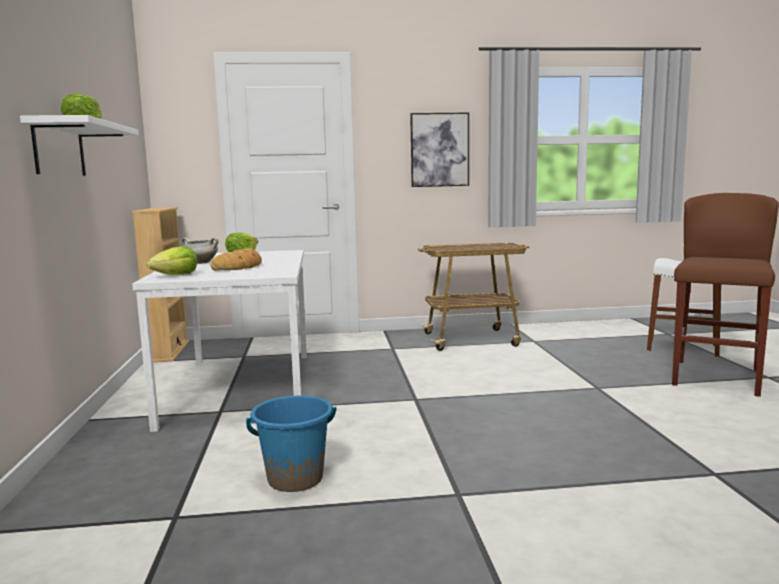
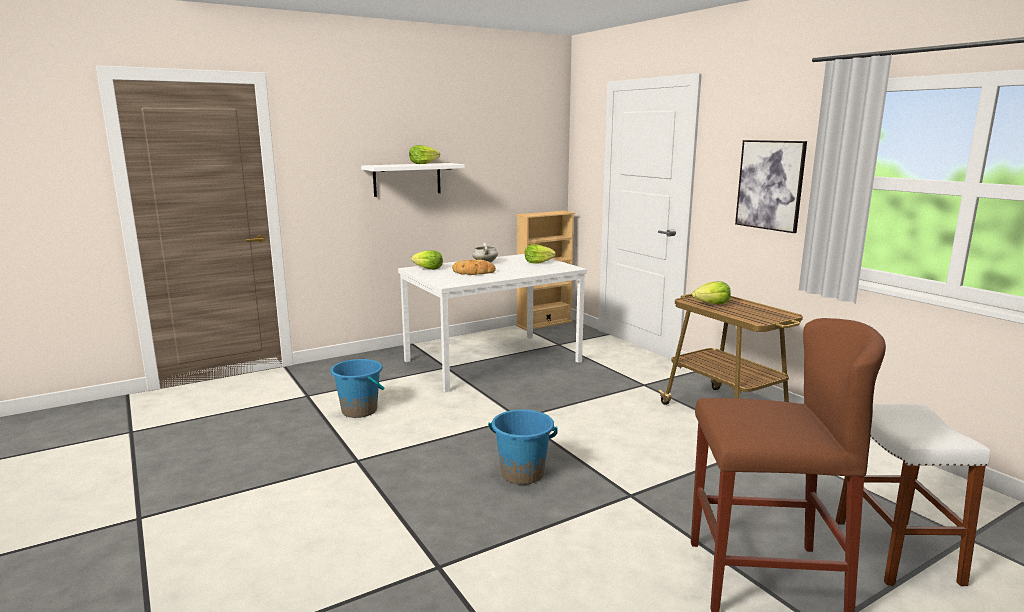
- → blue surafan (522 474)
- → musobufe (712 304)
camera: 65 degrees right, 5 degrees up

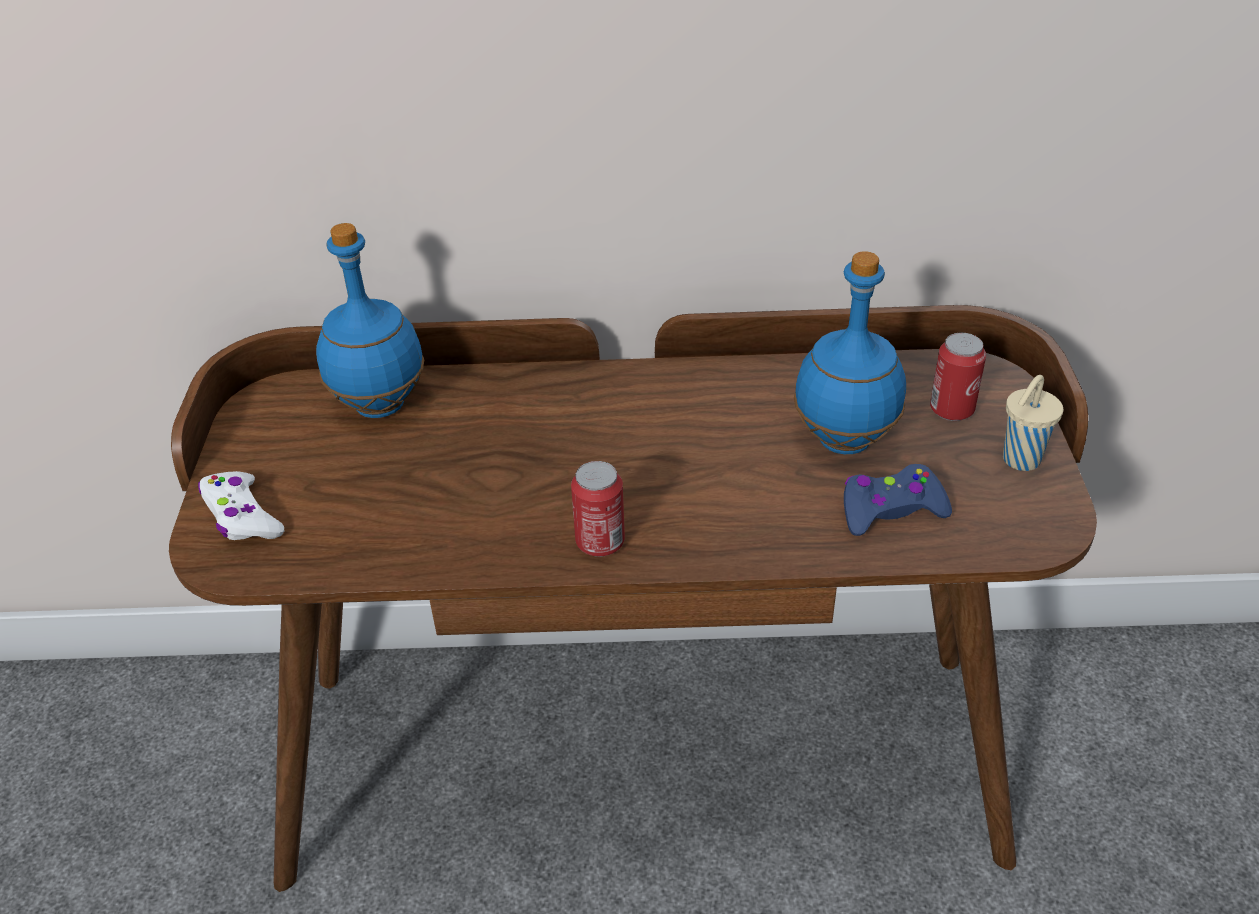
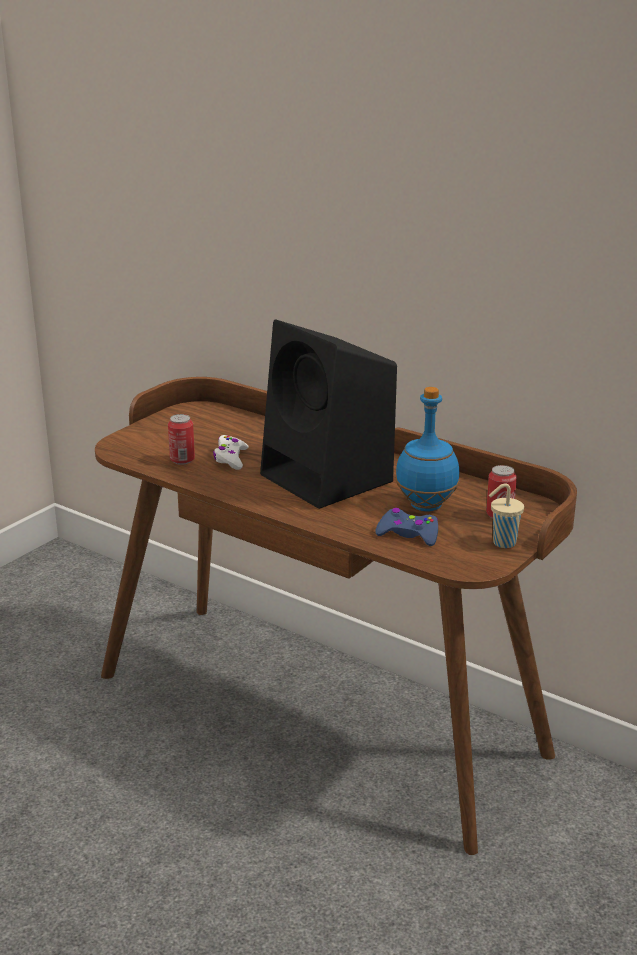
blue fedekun (378 406) → -
- → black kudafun (329 479)
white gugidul (242 517) → white gugidul (230 458), moved
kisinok (600 542) → kisinok (182 460), moved
camera: 35 degrees right, 15 degrees down

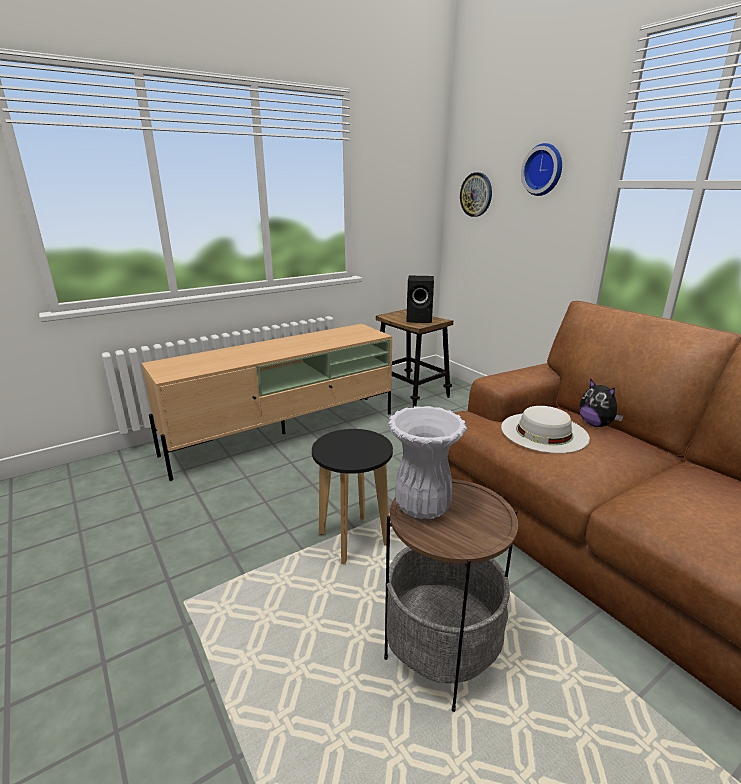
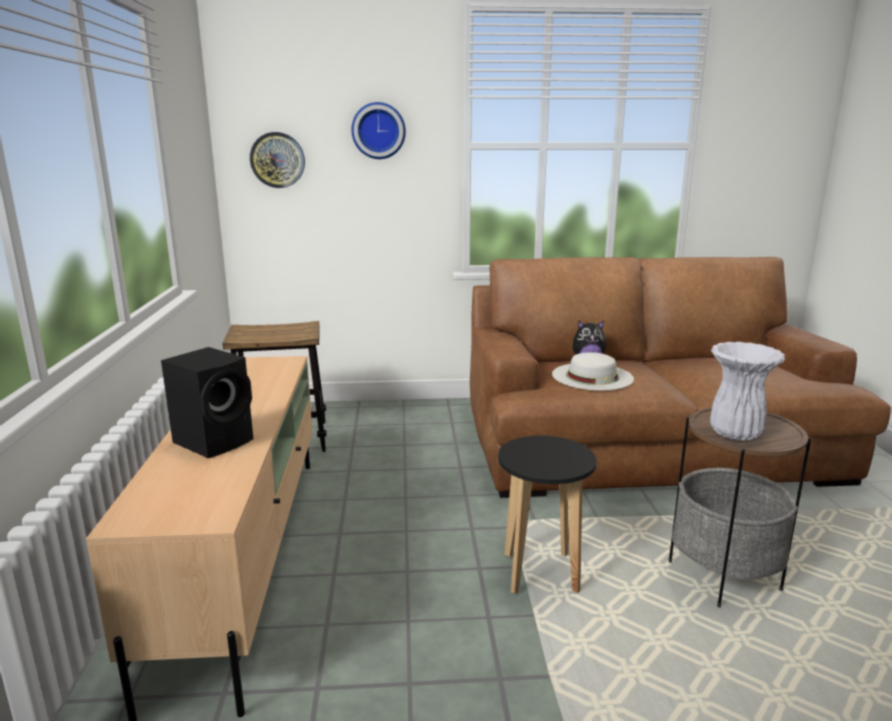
black kudafun (420 319) → black kudafun (216 441), moved
camera: 60 degrees left, 5 degrees down

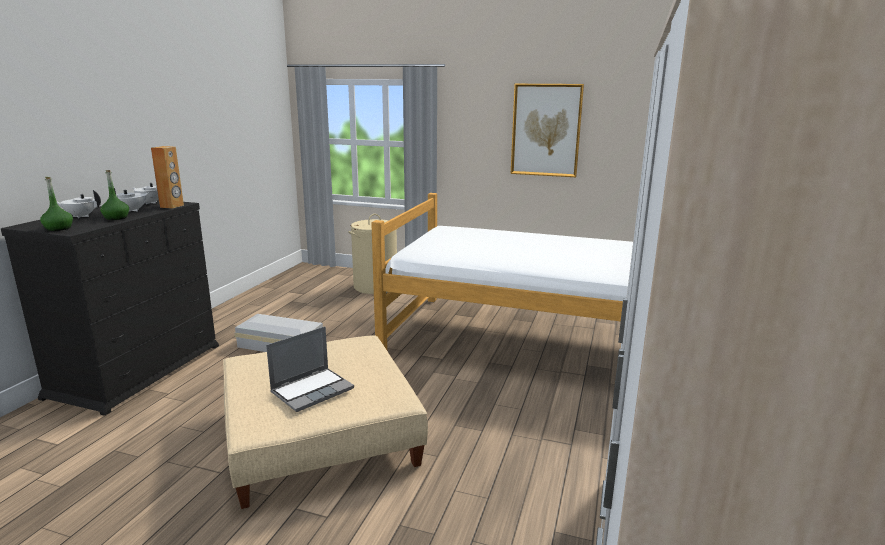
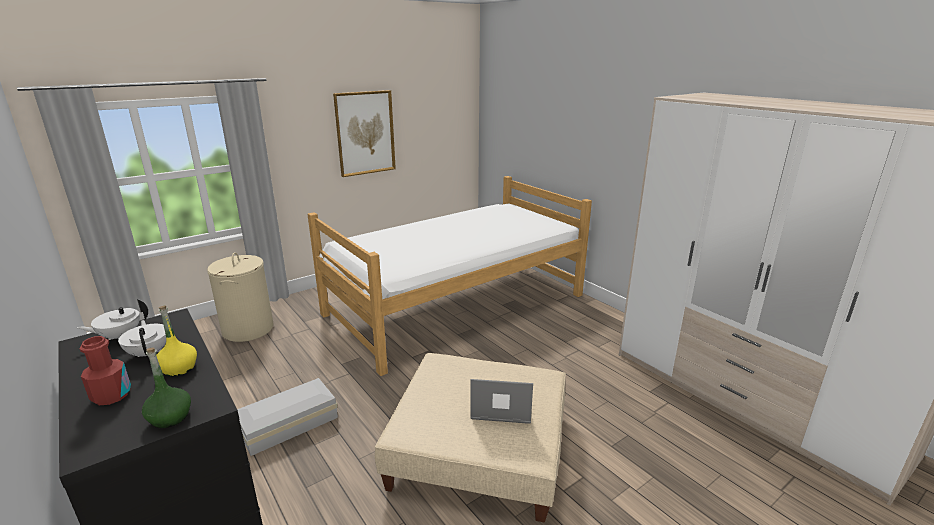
brown kudafun (172 206) → -
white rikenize (81 216) → red fedekun (111 395)
green fedekun (116 218) → yellow fedekun (179 368)
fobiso (312 390) → fobiso (500 408), 75 degrees counterclockwise
camera: 55 degrees left, 5 degrees up

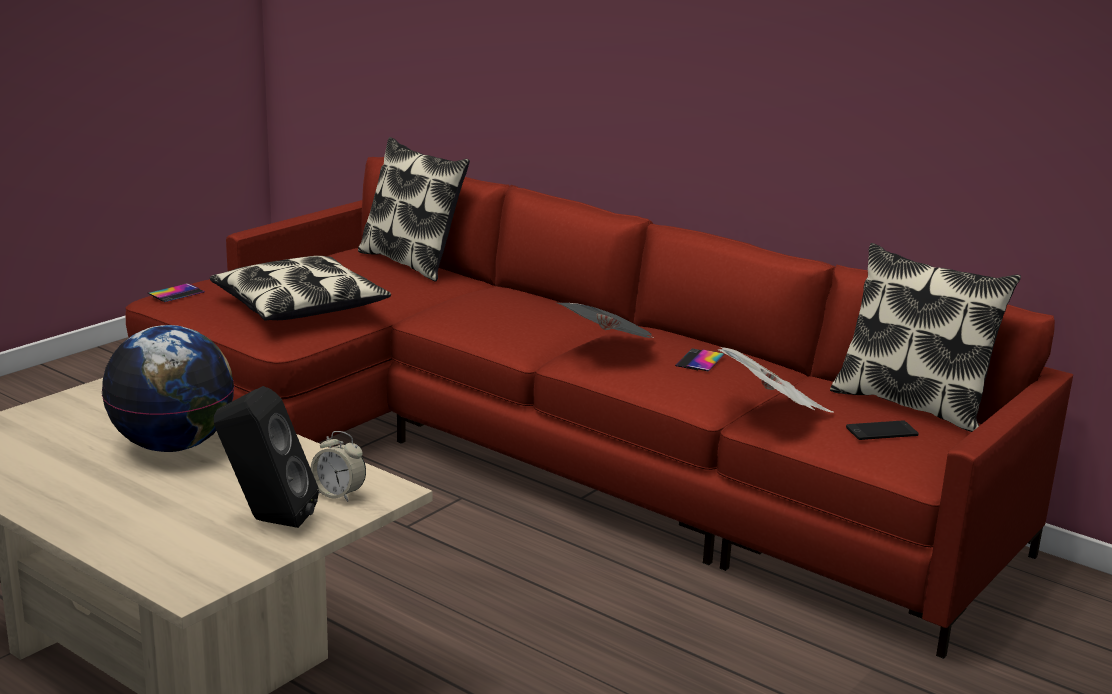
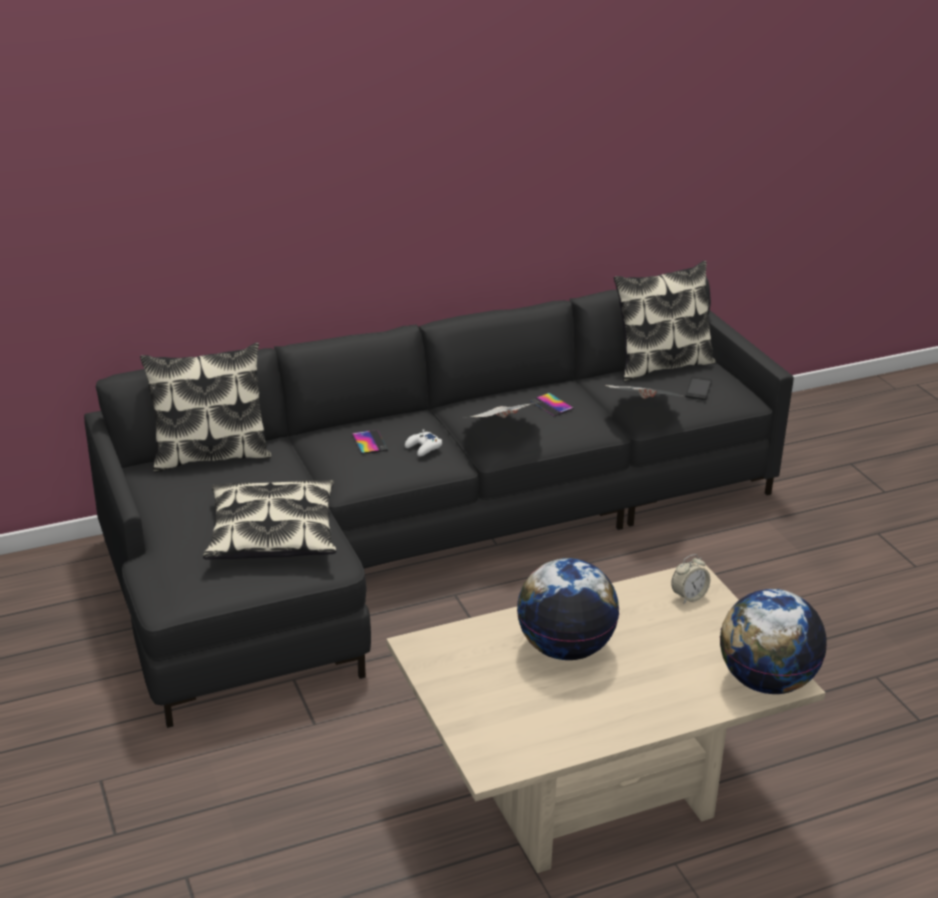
black kudafun (267 520) → -
- → white gugidul (423 448)
- → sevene (765 681)
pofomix (176 293) → pofomix (369 442), moved
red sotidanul (544 457) → black sotidanul (422 538)
camera: 60 degrees left, 10 degrees up

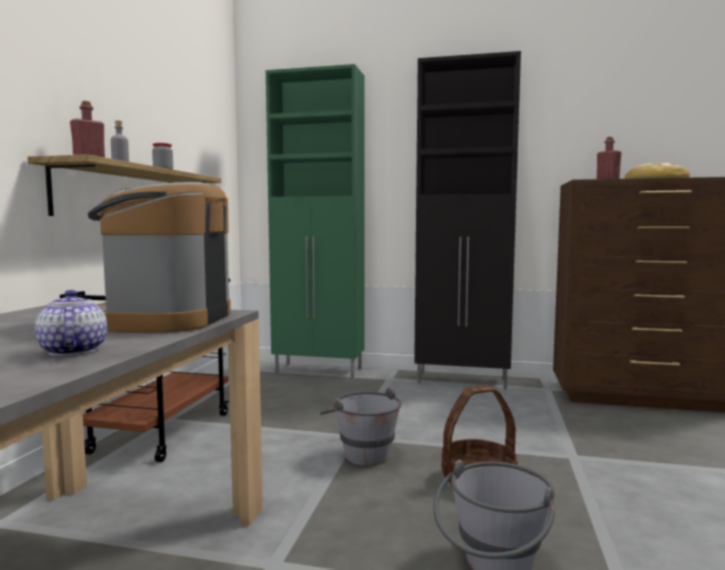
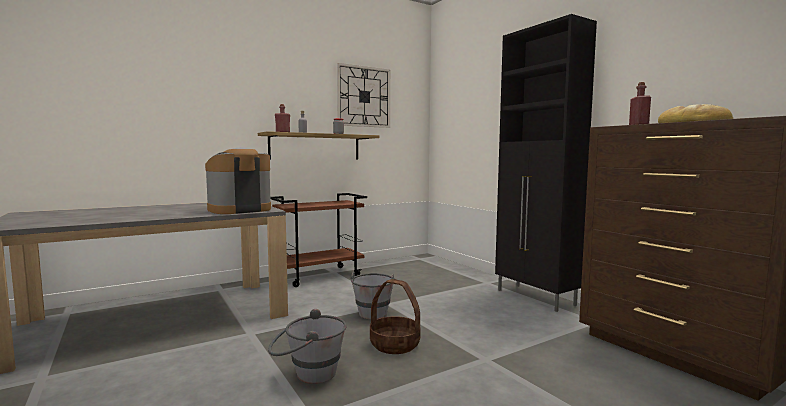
rikenize (72 351) → -
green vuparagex (319 371) → -
- → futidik (364 97)
camera: 45 degrees right, 0 degrees up

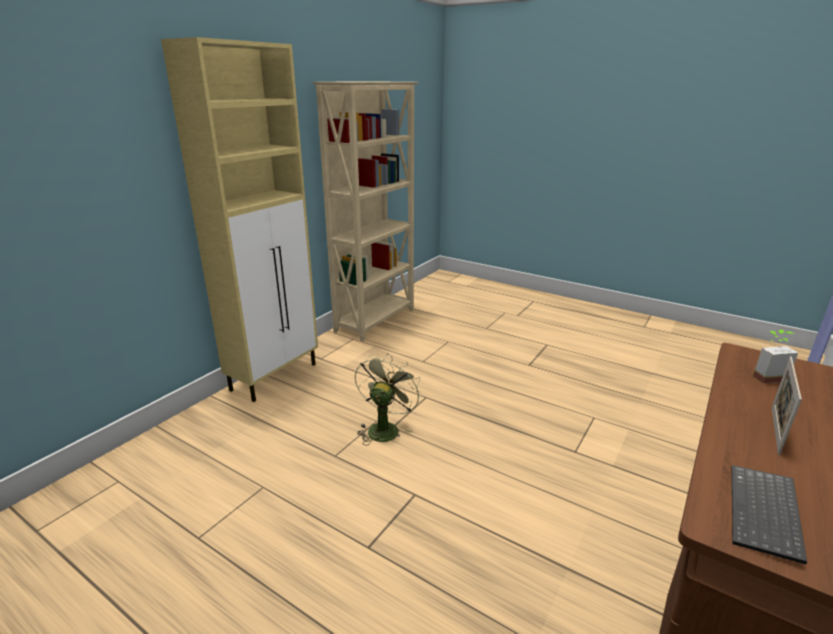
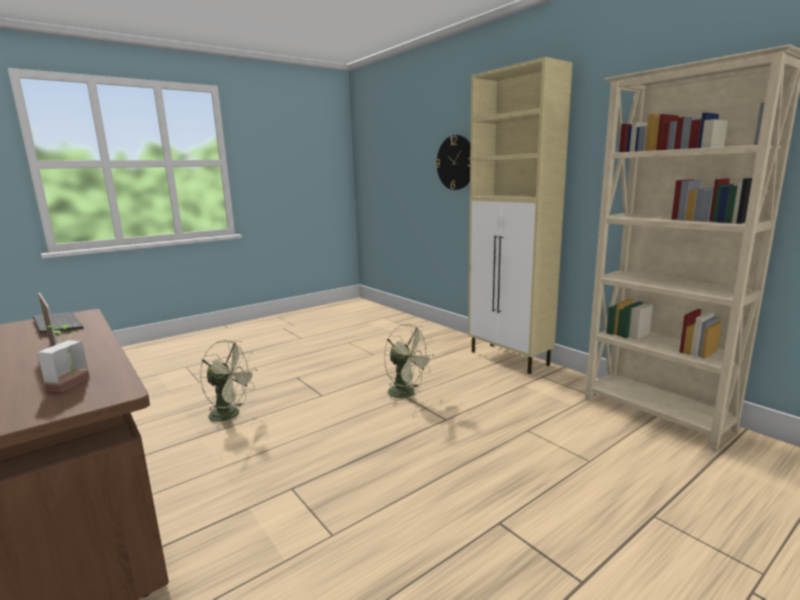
- → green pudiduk (231 415)
- → futidik (456 162)
camera: 110 degrees right, 10 degrees down

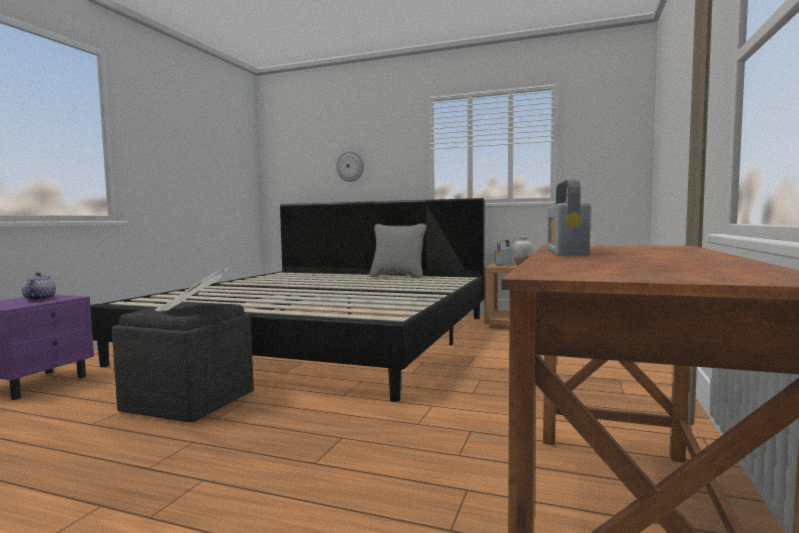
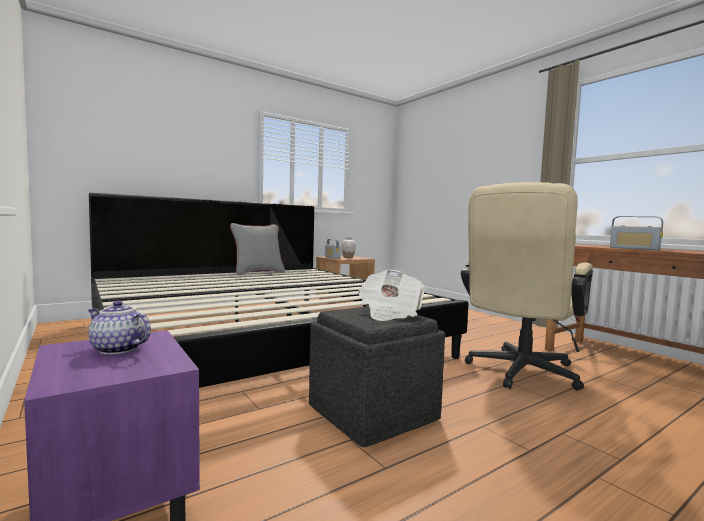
futidik (350 166) → -
- → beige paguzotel (519 374)
camera: 55 degrees left, 0 degrees up

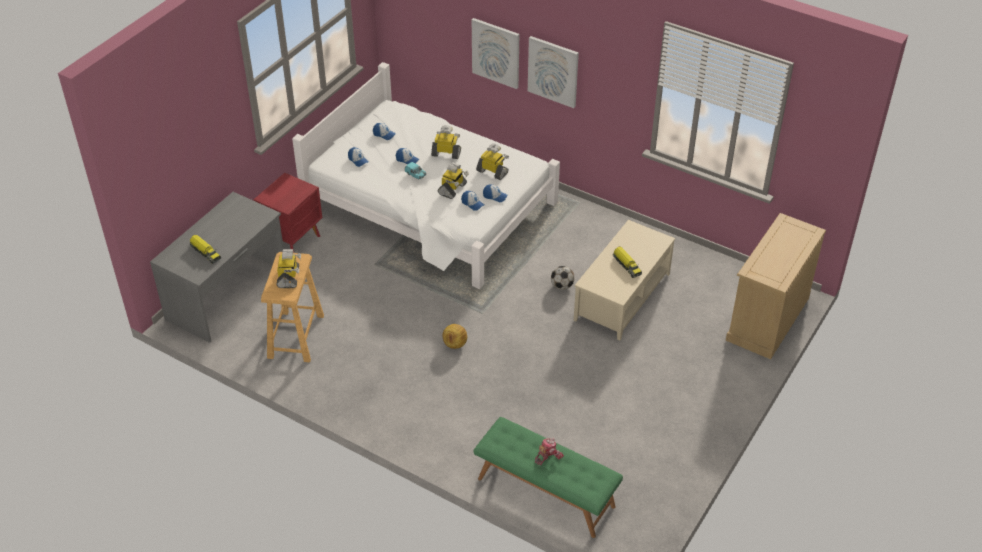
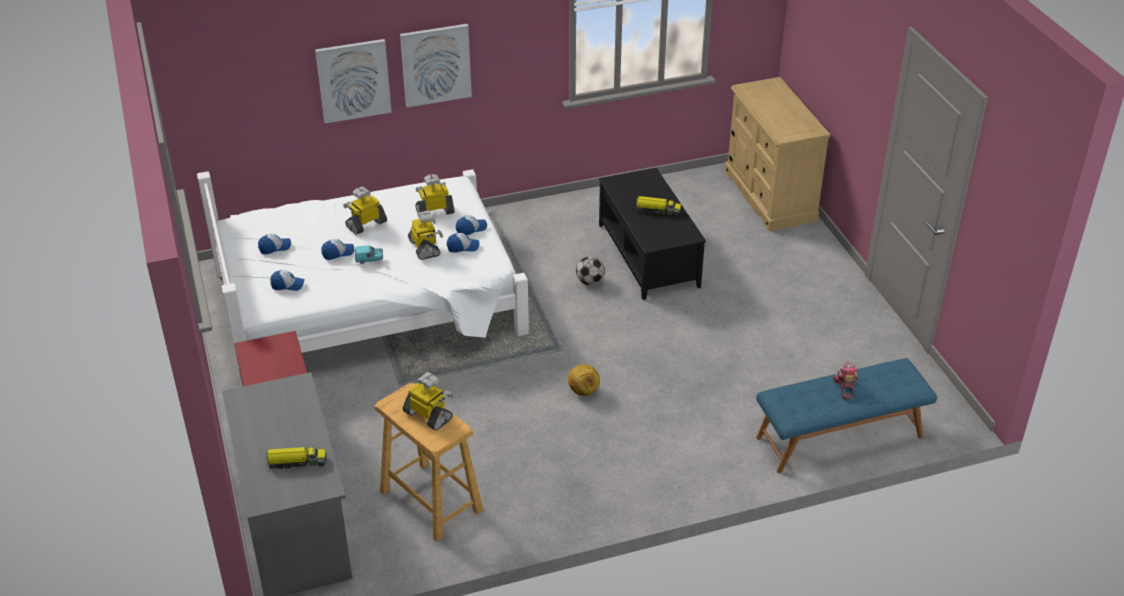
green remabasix (545 493) → blue remabasix (839 438)
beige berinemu (621 296) → black berinemu (647 255)
camera: 50 degrees left, 5 degrees down

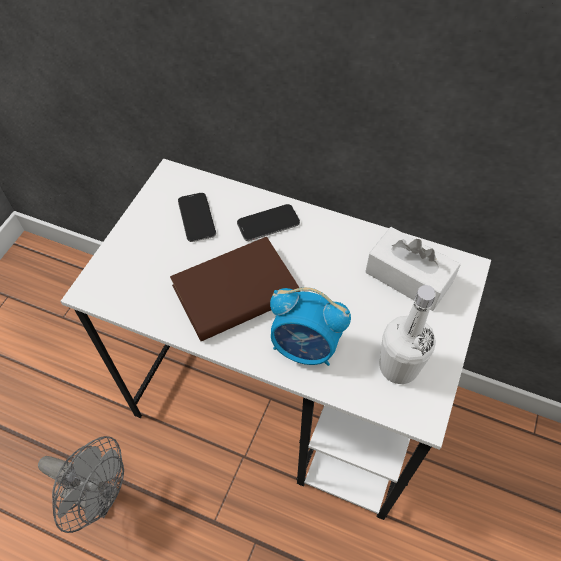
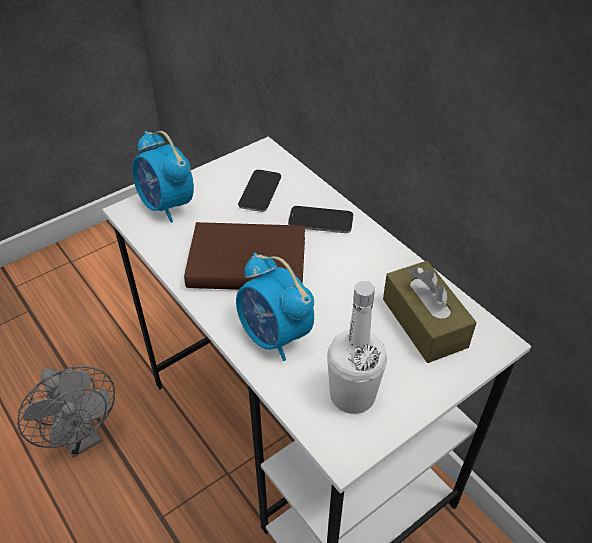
- → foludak (167 206)
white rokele (408 278) → brown rokele (424 322)
camera: 30 degrees right, 10 degrees down

